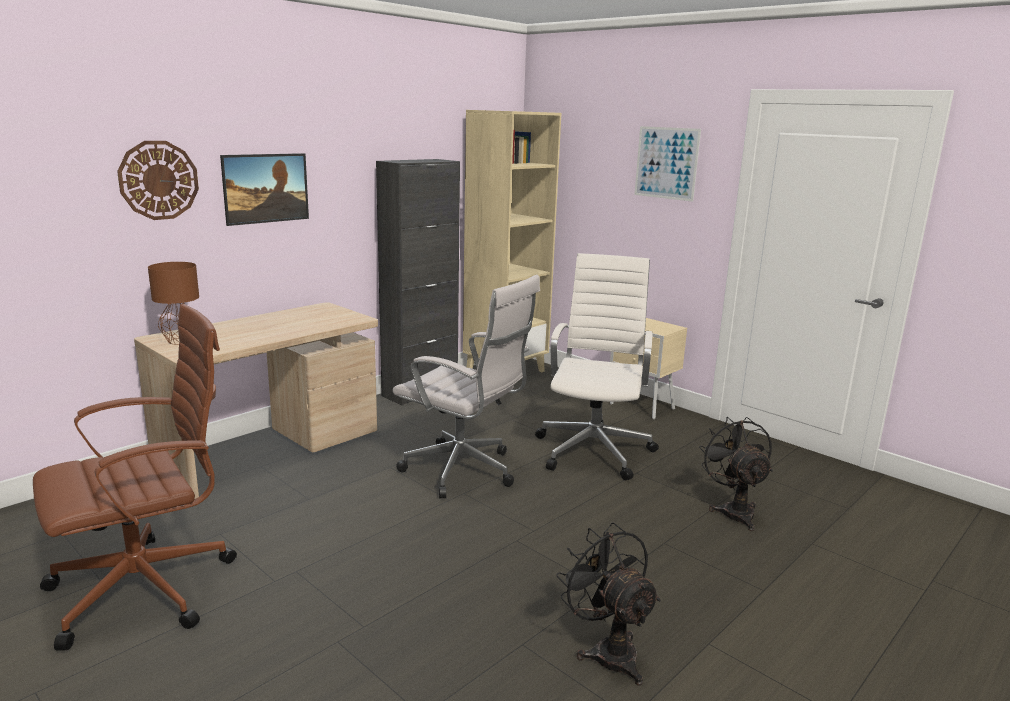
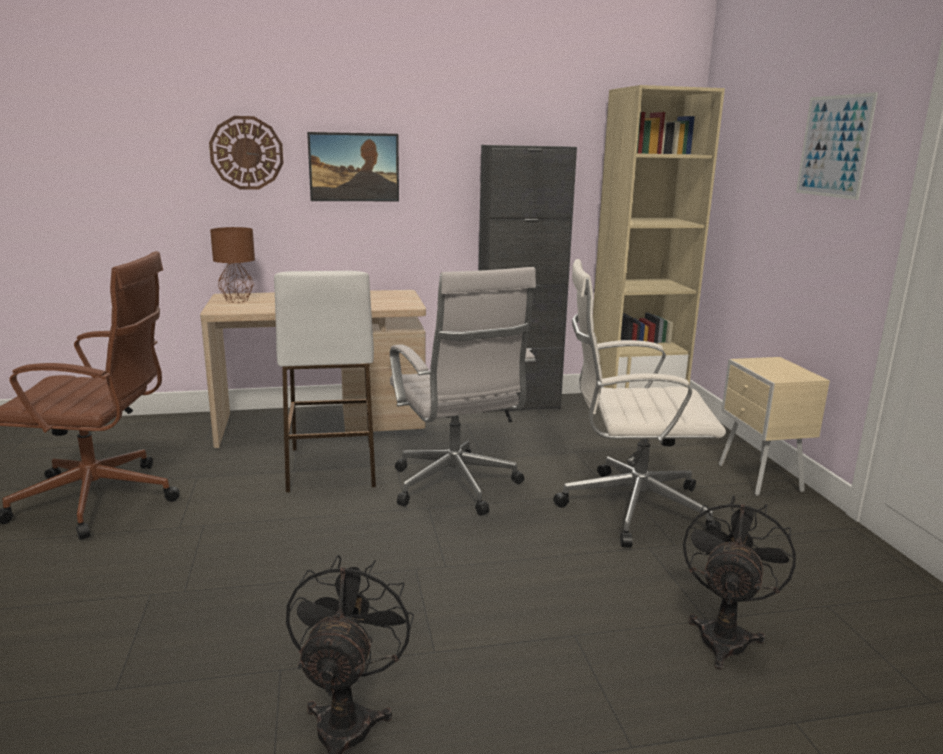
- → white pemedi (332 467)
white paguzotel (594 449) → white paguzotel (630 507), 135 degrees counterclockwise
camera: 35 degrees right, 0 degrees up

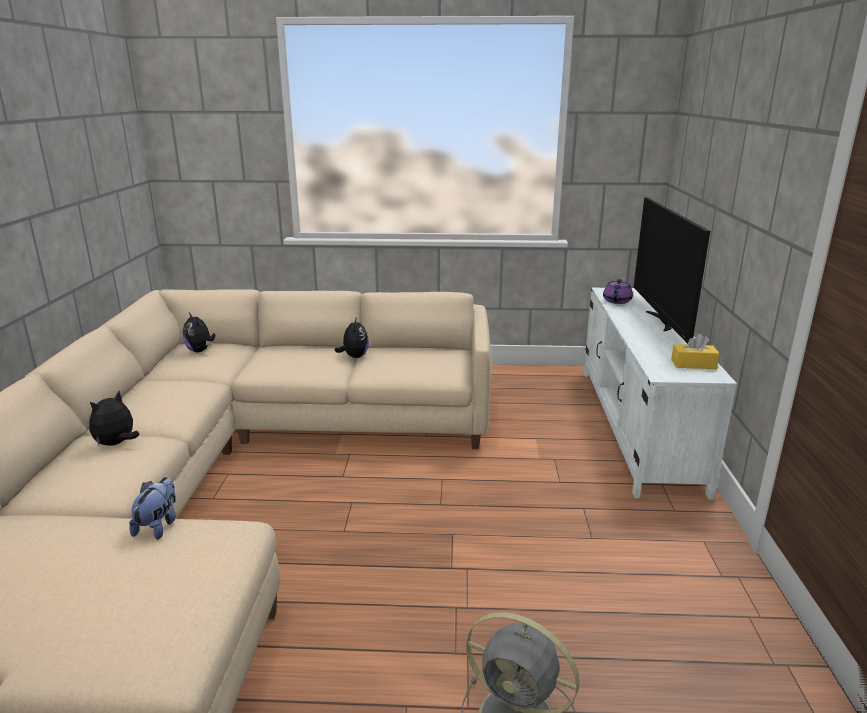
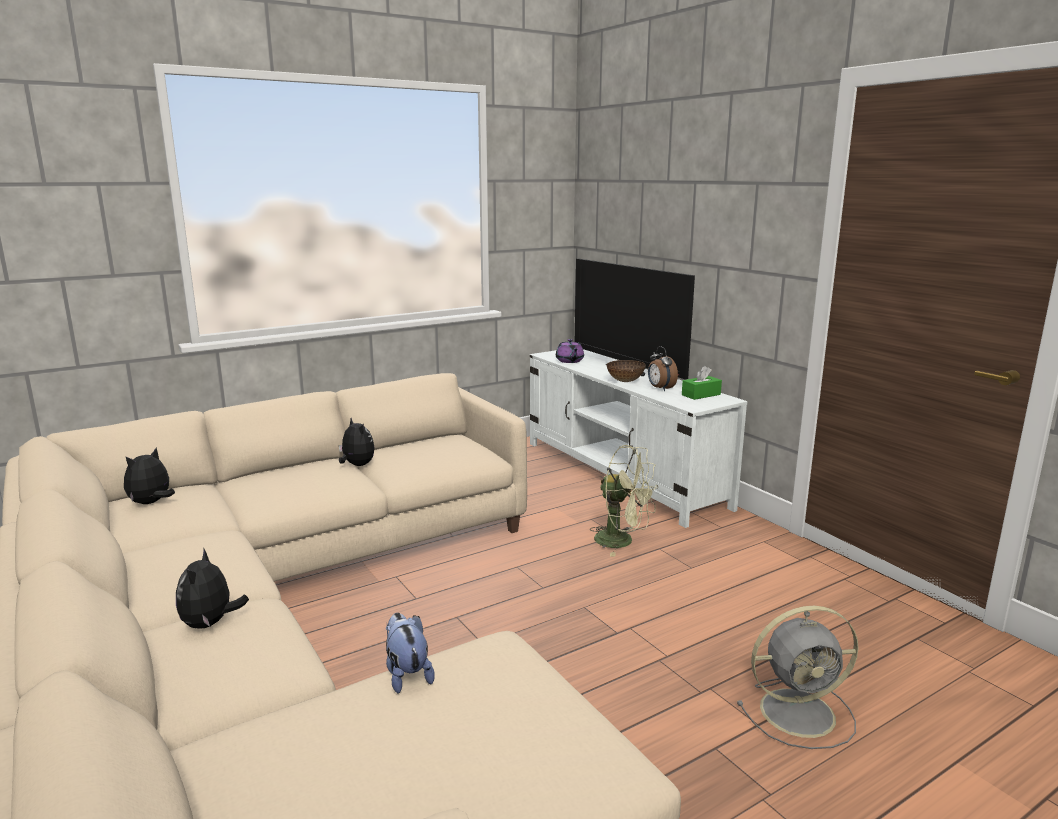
- → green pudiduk (622 541)
- → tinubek (624 381)
- → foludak (660 388)
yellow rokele (693 364) → green rokele (701 395)
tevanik (200 351) → tevanik (151 503), 105 degrees clockwise
camera: 35 degrees left, 5 degrees down

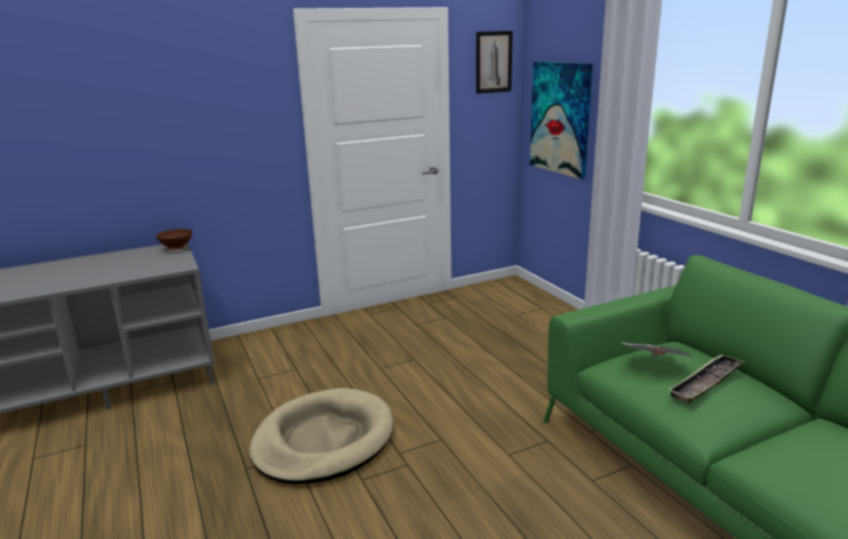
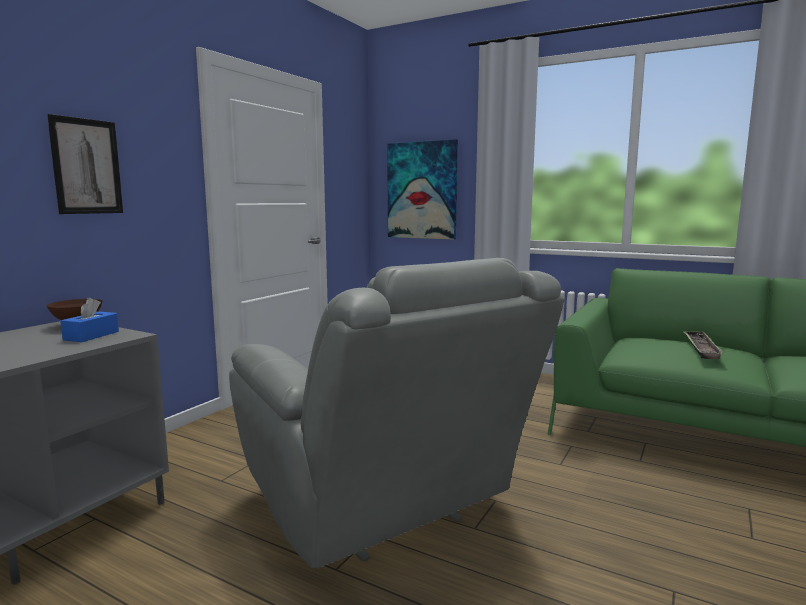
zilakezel (654 366) → -
- → blue rokele (91 336)
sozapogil (493 62) → sozapogil (86 166), moved
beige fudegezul (323 440) → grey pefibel (385 510)
camera: 35 degrees left, 10 degrees down

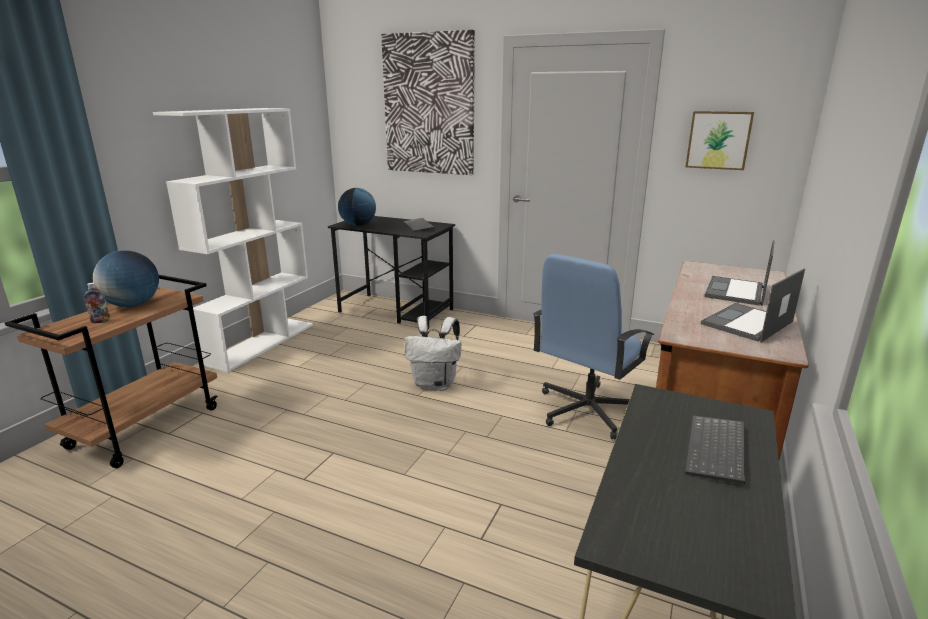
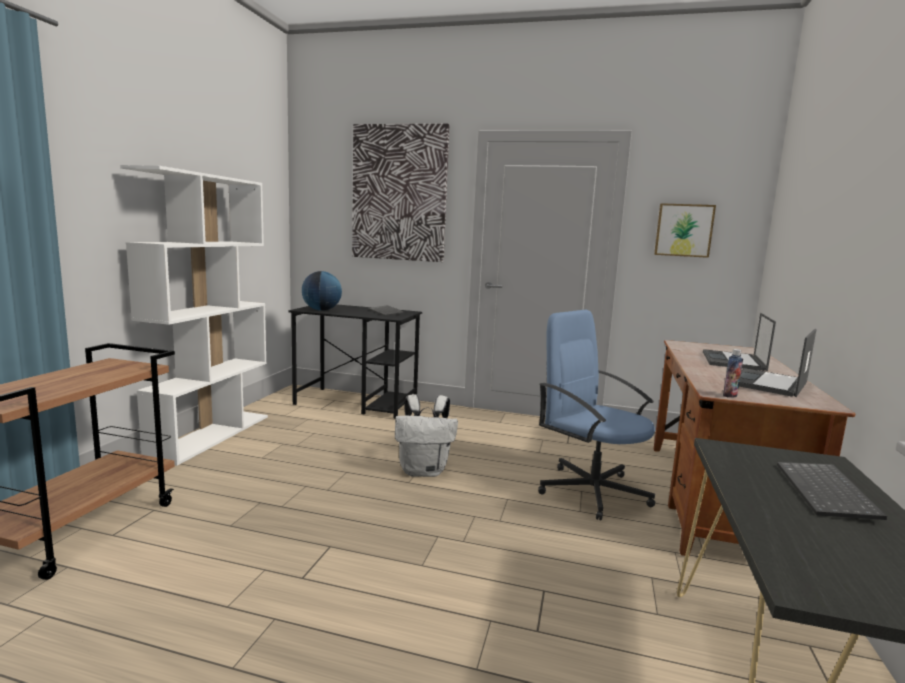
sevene (132 305) → -
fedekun (100 321) → fedekun (730 395), moved
blue paguzotel (586 410) → blue paguzotel (592 491), 105 degrees clockwise
camera: 10 degrees left, 10 degrees down

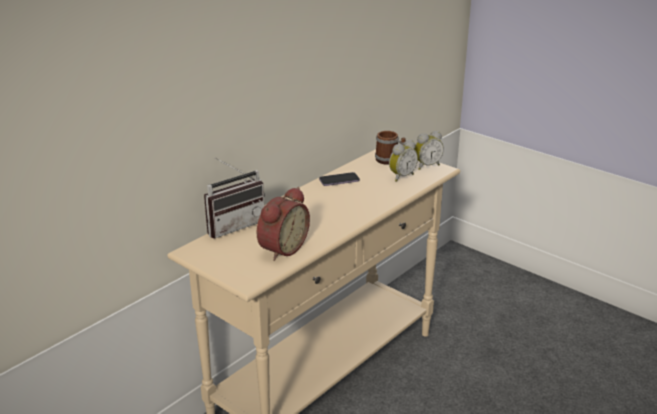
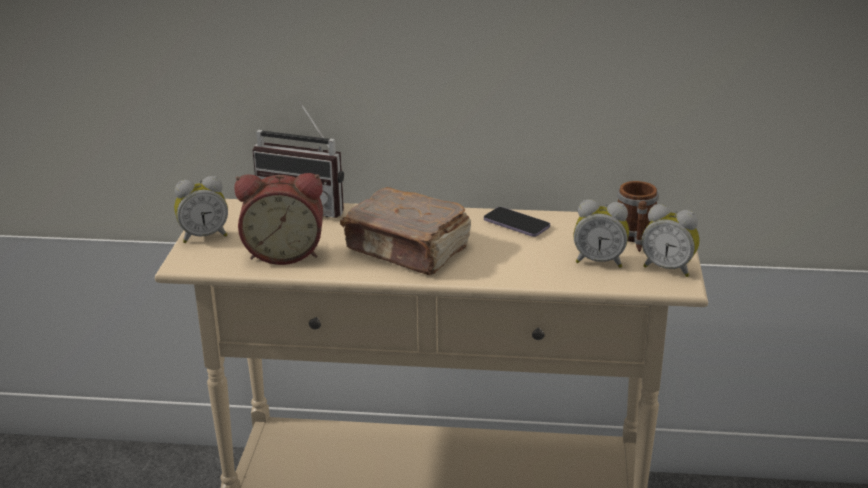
- → foludak (204 236)
- → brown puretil (408 250)
camera: 55 degrees right, 0 degrees up

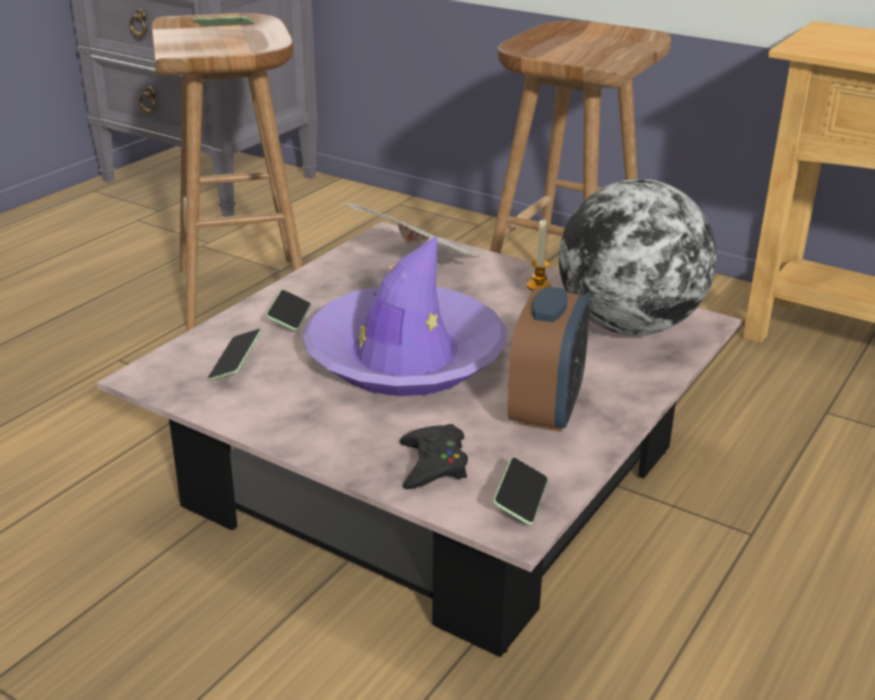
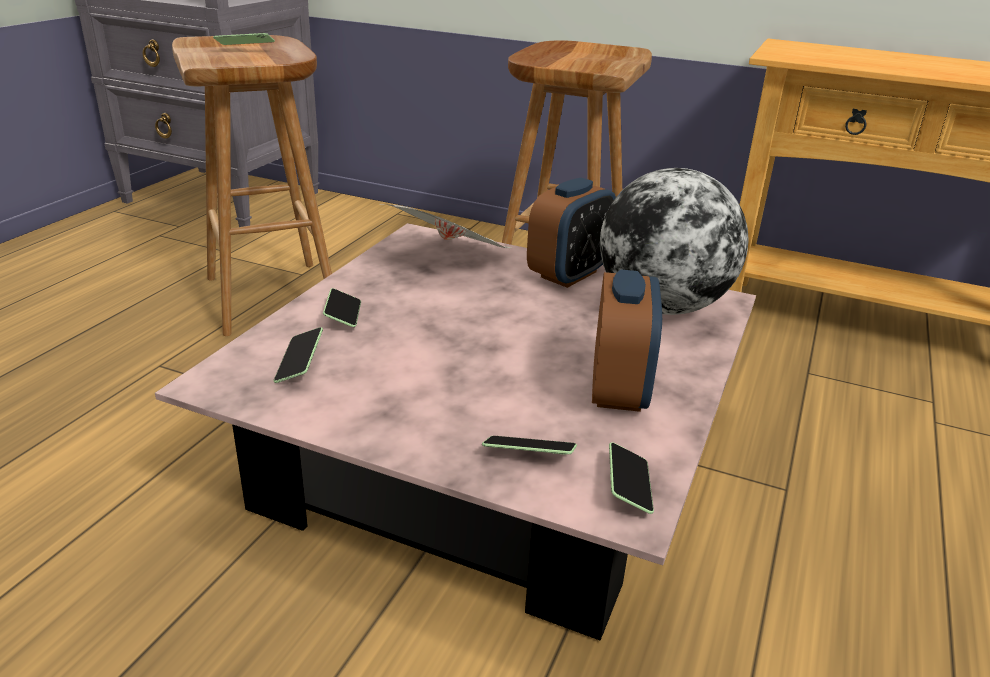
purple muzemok (405 357) → -
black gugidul (433 464) → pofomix (529 455)
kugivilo (538 286) → foludak (568 274)
camera: 10 degrees left, 0 degrees up

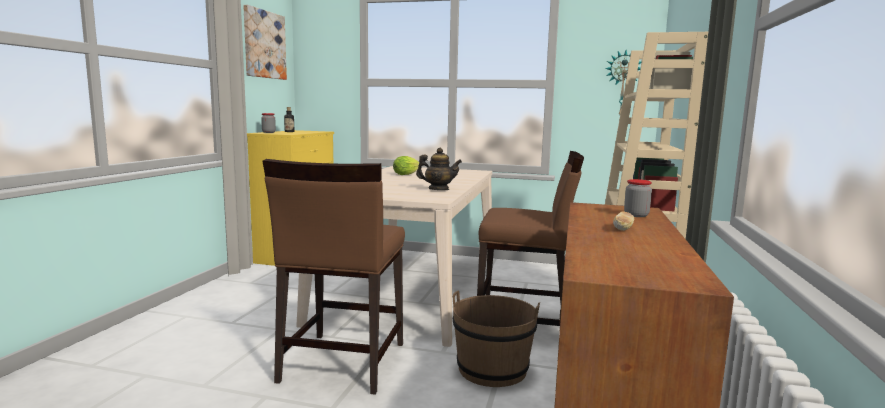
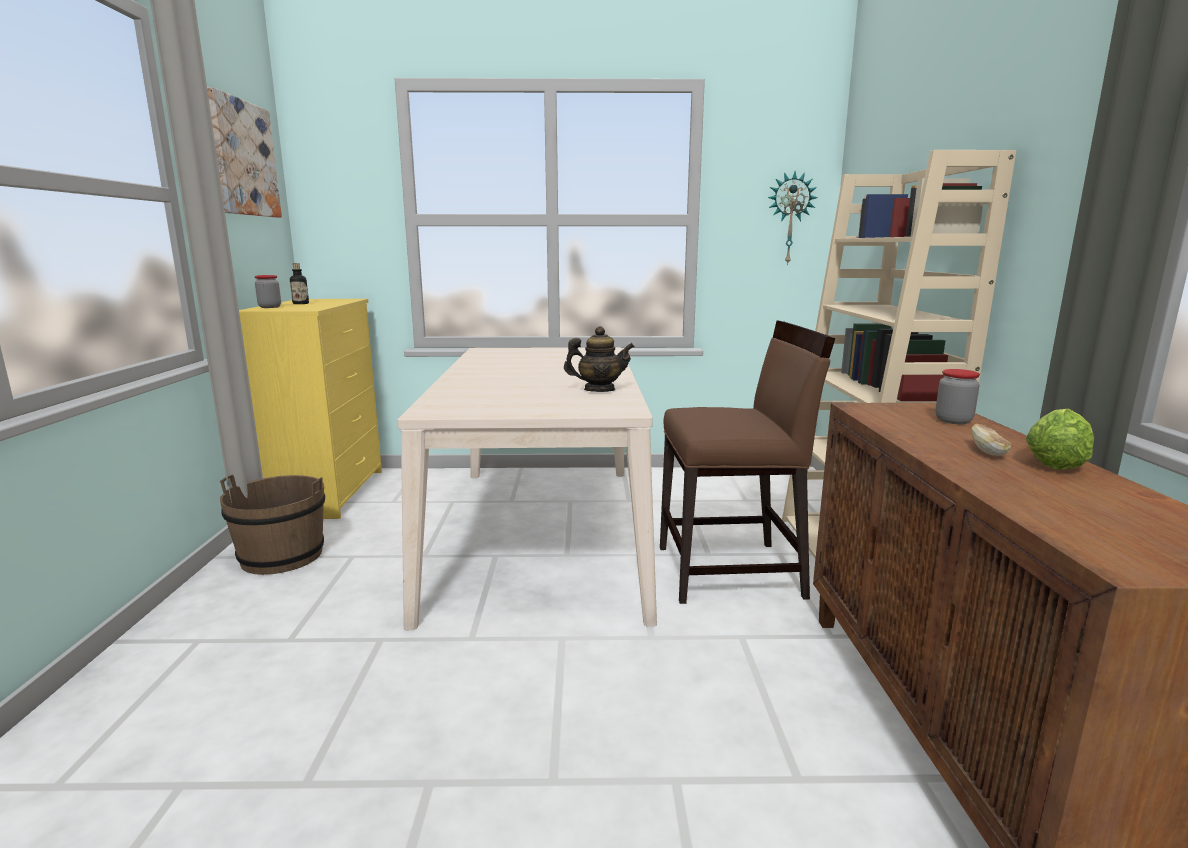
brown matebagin (342 362) → -
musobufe (407 174) → musobufe (1055 462), moved
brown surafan (492 369) → brown surafan (282 556), moved
camera: 15 degrees left, 5 degrees up

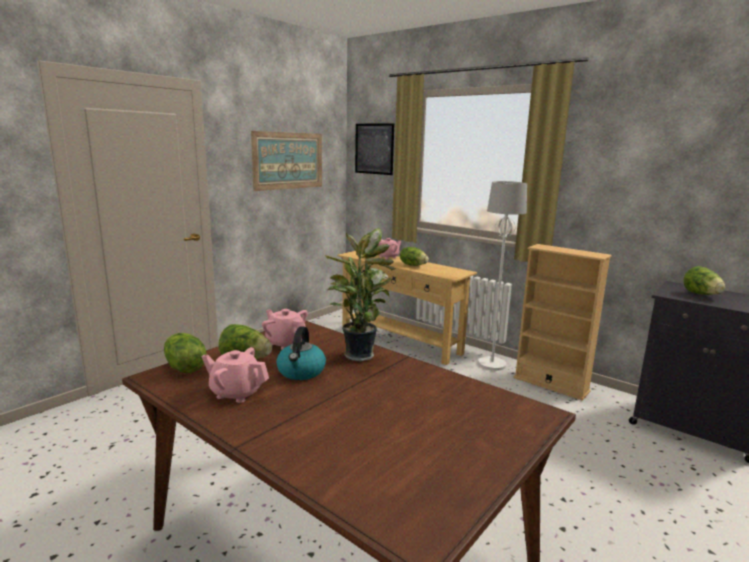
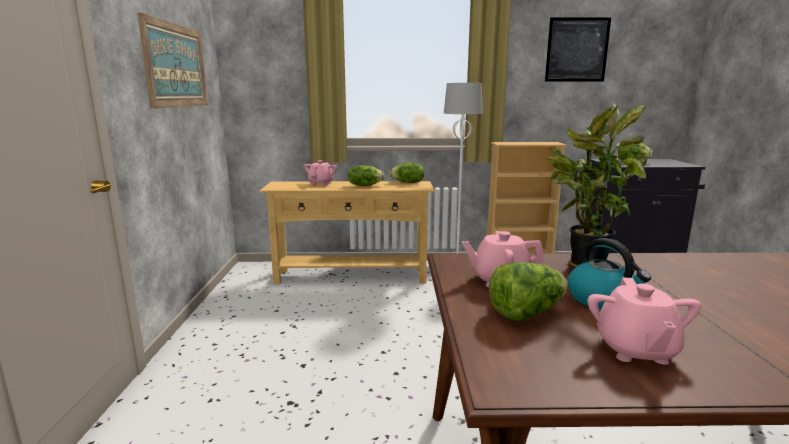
musobufe (184 368) → musobufe (408 182), moved
sozapogil (374 149) → sozapogil (577 50), moved
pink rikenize (236 393) → pink rikenize (635 350), 60 degrees counterclockwise
camera: 40 degrees left, 0 degrees up

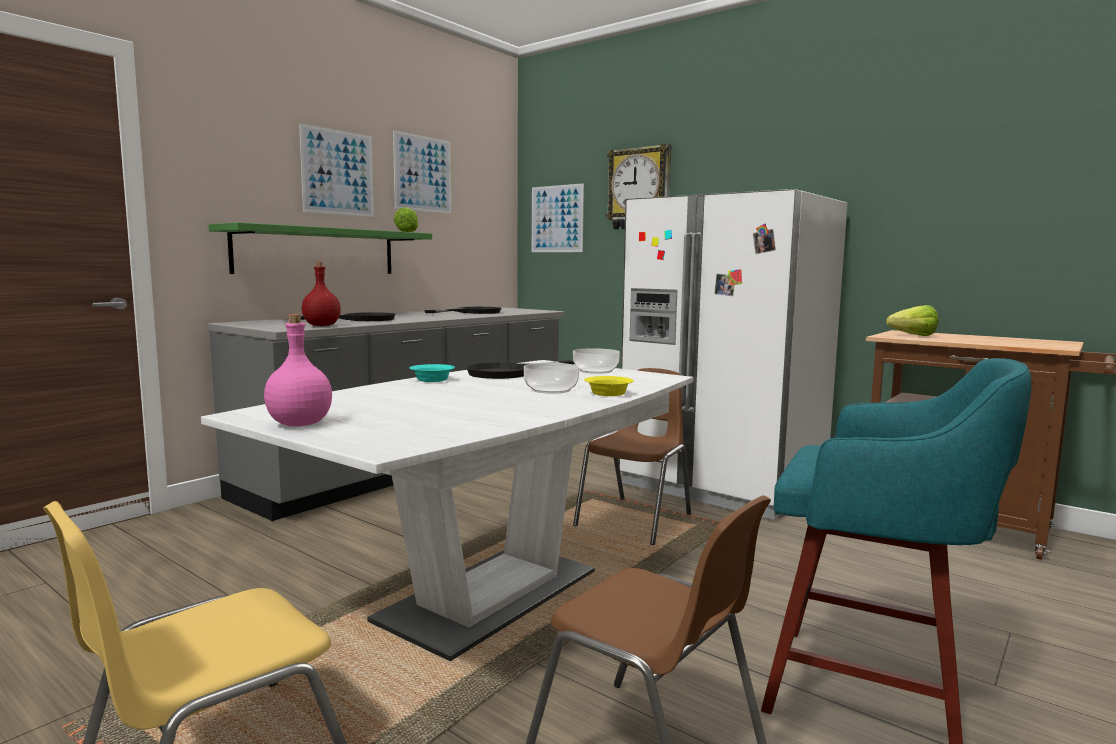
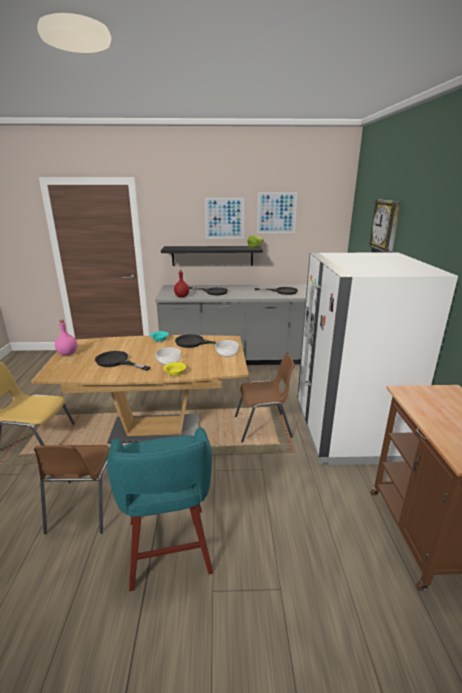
sozapogil (557 219) → -
musobufe (908 335) → -
- → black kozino (116 362)
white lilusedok (489 596) → brown lilusedok (156 429)
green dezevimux (317 251) → black dezevimux (212 256)
camera: 50 degrees right, 15 degrees up

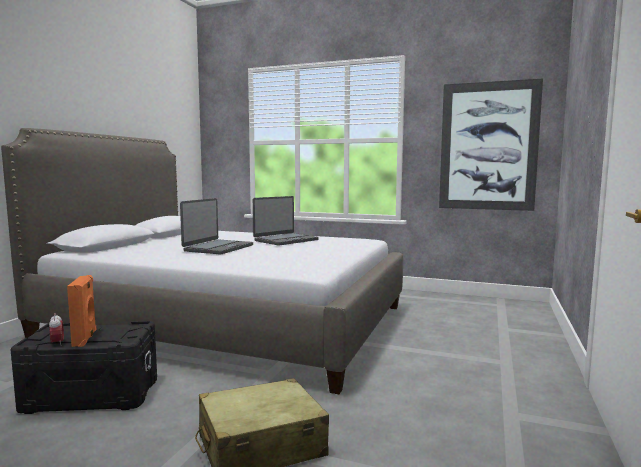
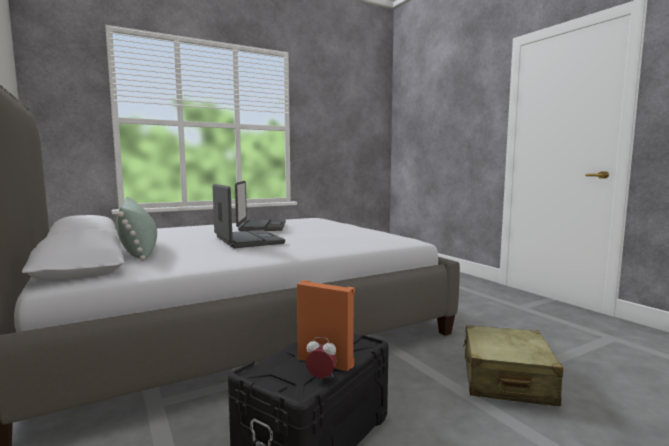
sozapogil (488 146) → -
- → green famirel (139 250)
camera: 50 degrees left, 0 degrees up

